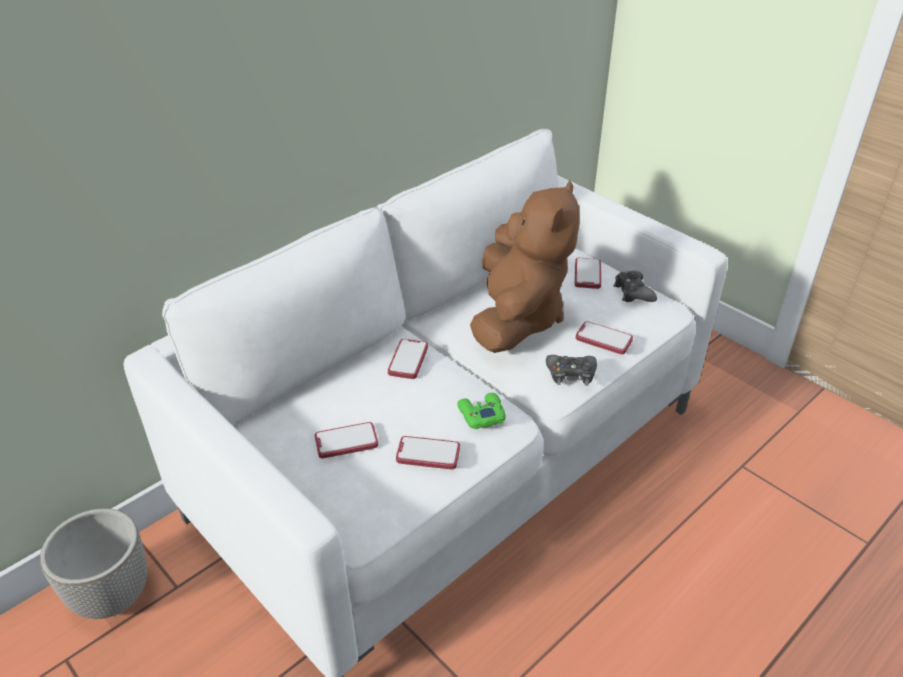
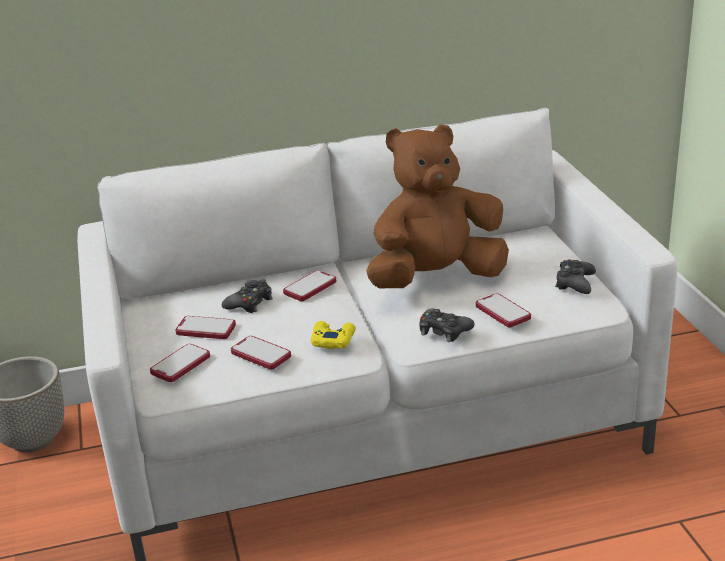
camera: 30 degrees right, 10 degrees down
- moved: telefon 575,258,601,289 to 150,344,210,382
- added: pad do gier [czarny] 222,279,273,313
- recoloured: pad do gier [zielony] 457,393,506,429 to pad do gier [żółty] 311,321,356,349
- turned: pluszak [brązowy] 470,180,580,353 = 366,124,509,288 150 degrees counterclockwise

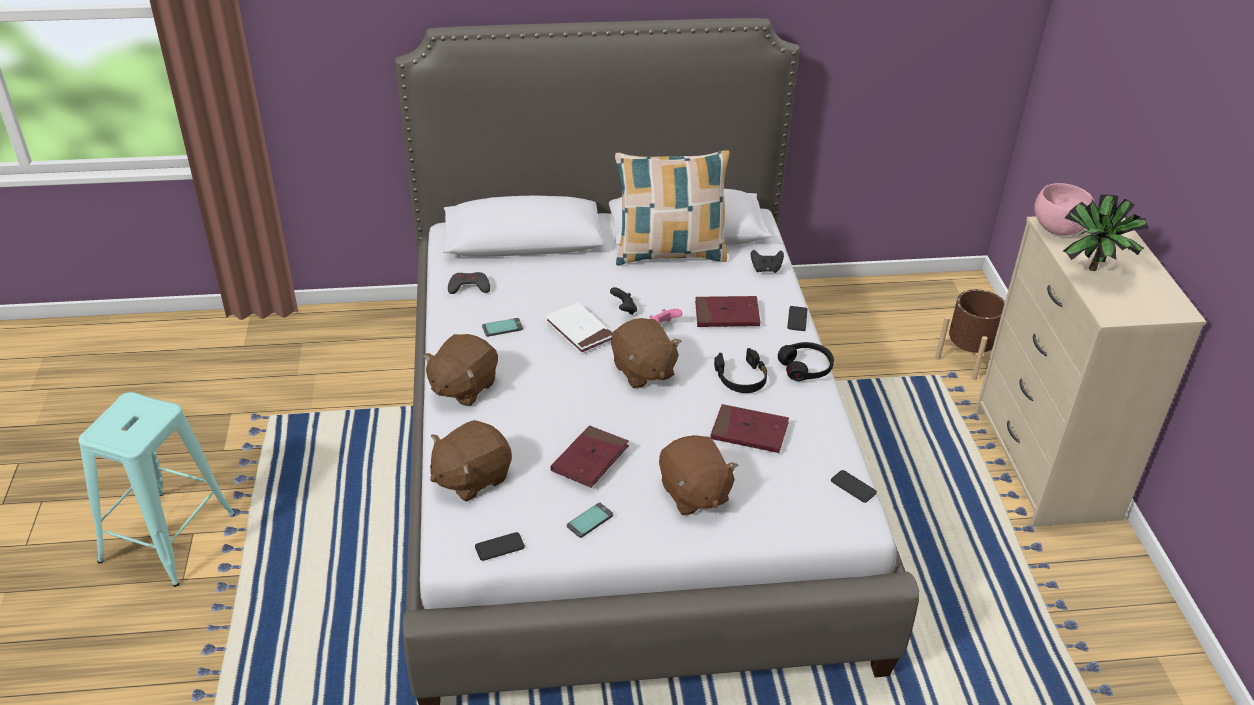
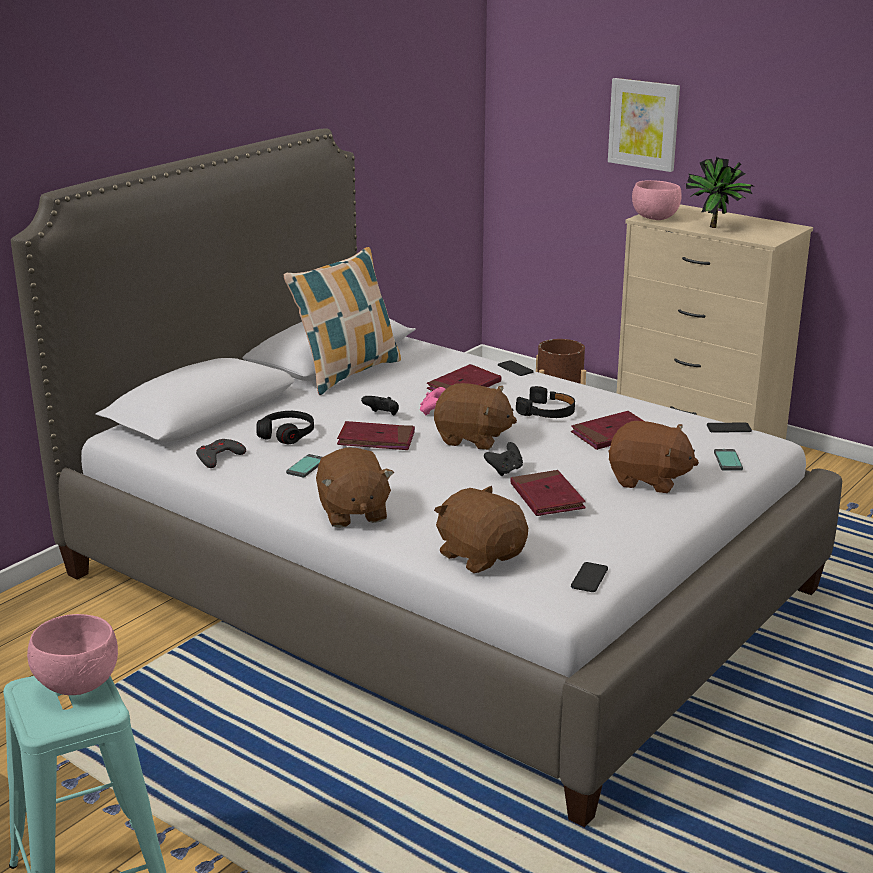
camera: 45 degrees left, 15 degrees down
- added: miska [różowy] 27,614,118,695
- moved: słuchawki [czarny] 778,342,834,381 to 256,411,314,444
- recoloured: książka [biały] 545,303,613,354 to książka [czerwony] 337,421,415,450
- turned: pluszak [brązowy] 430,420,512,502 = 434,485,528,573 135 degrees clockwise
- moved: pad do gier [czarny] 751,250,784,273 to 484,442,523,476
- added: obraz 608,78,680,172
- moved: telefon 567,503,613,538 to 714,449,743,471

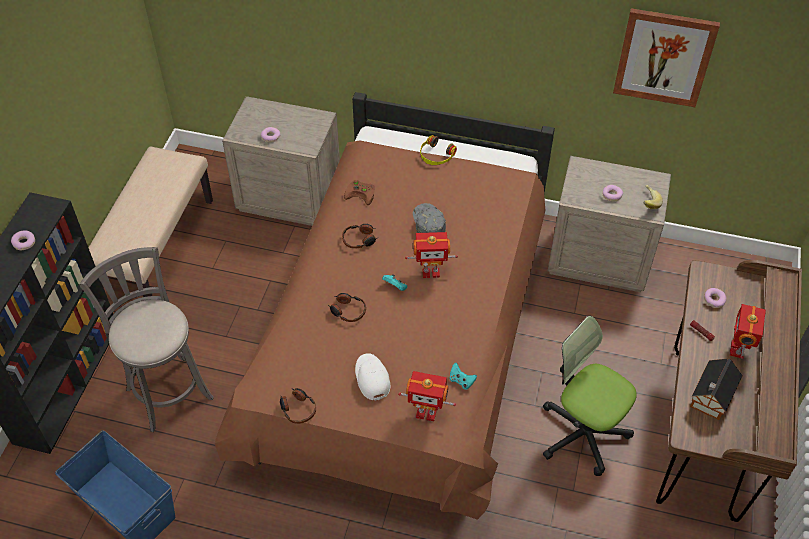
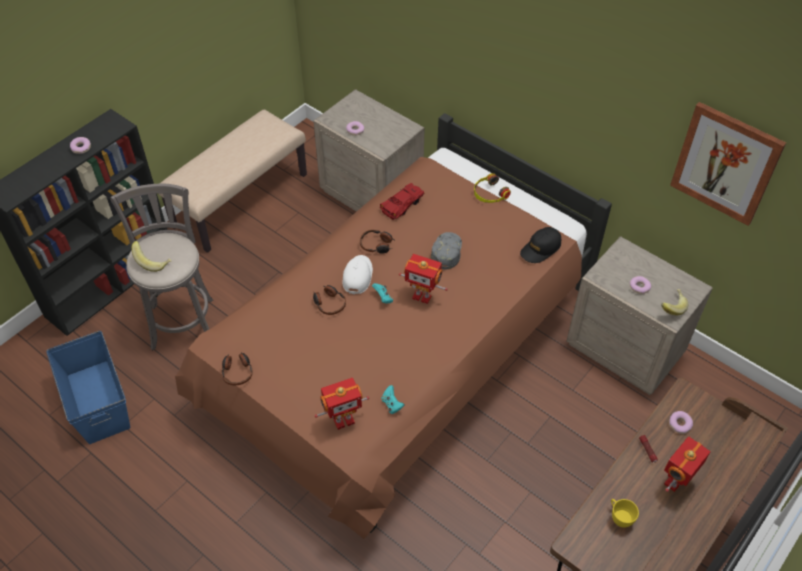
camera: 25 degrees right, 0 degrees up
- added: banan 131,241,171,272
- turned: robot zabawkowy 398,371,456,422 = 315,378,369,430 60 degrees counterclockwise
- moved: czapka z daszkiem [biały] 355,353,390,401 to 343,255,373,294
- replaced: pad do gier [brązowy] 344,180,375,205 to samochodzik [czerwony] 380,183,424,220
- added: czapka z daszkiem [czarny] 520,227,561,263
- replaced: domek 690,358,743,420 to filiżanka [żółty] 611,499,639,528
- removed: krzesło biurowe 543,316,637,476

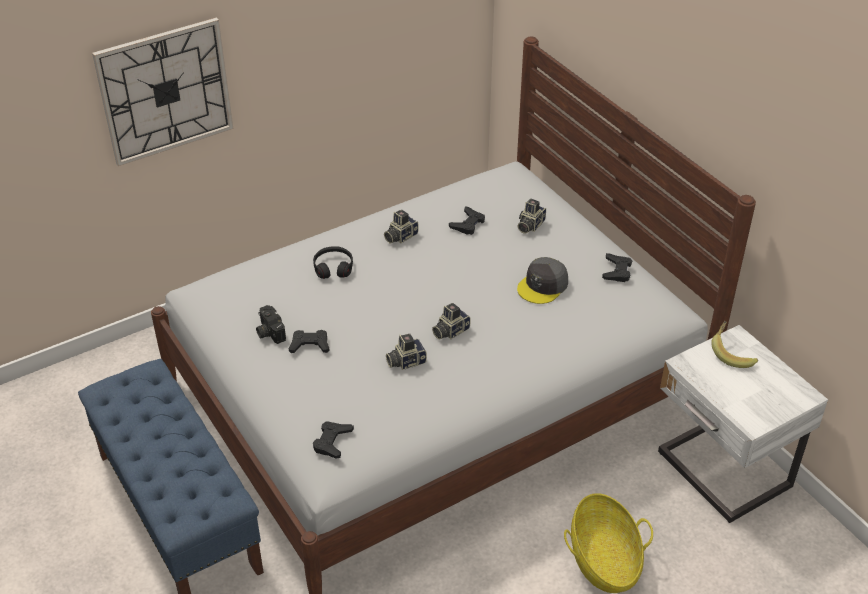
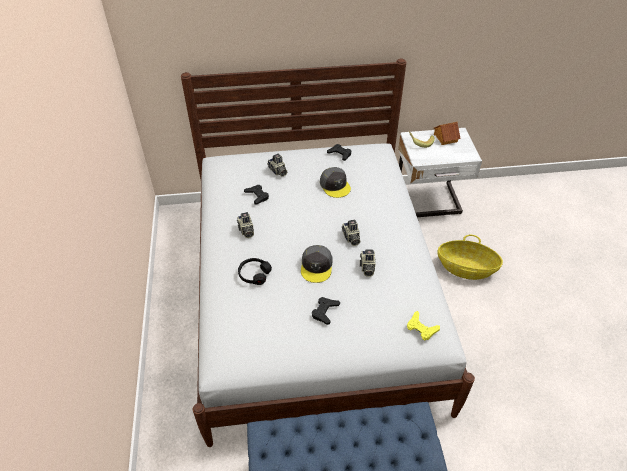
camera: 65 degrees left, 5 degrees up
- added: czapka z daszkiem [szary] 301,245,333,283
- recoloured: pad do gier [czarny] 313,421,354,459 to pad do gier [żółty] 407,311,440,341
- added: domek 434,122,461,145
- removed: zegar ścienny 92,18,233,166
- removed: aparat fotograficzny 256,305,286,344

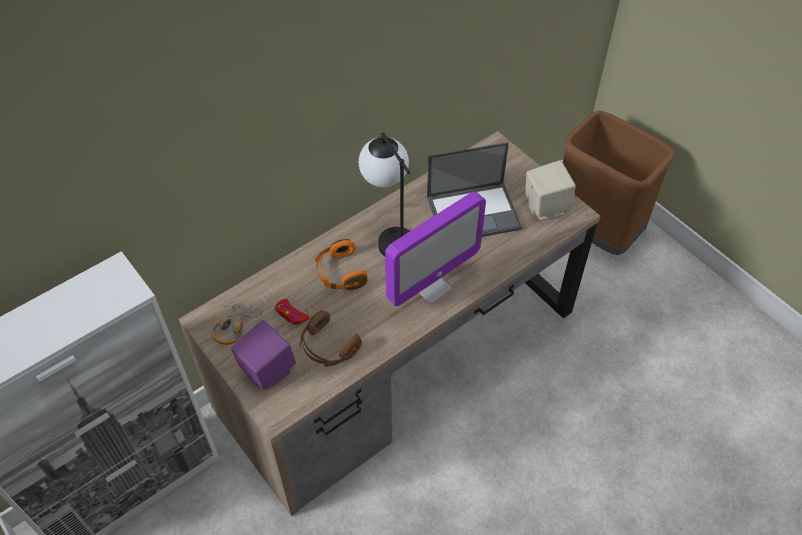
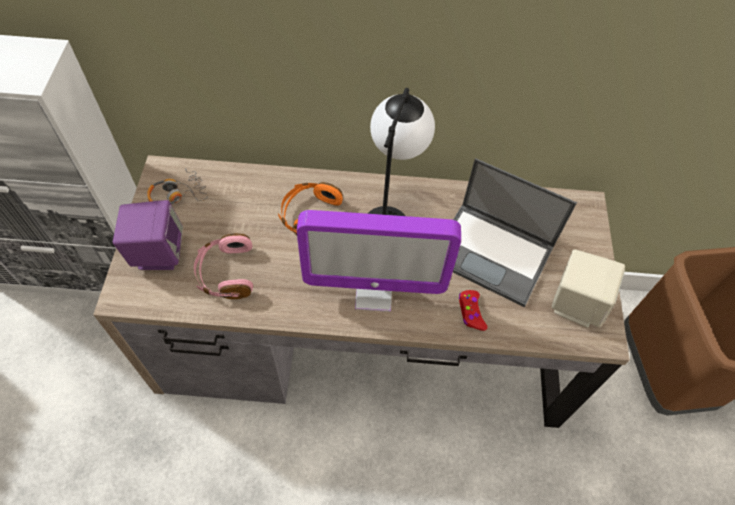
camera: 40 degrees right, 5 degrees up
- recoloured: słuchawki [brązowy] 300,311,362,367 to słuchawki [różowy] 194,233,253,299
- moved: pad do gier [czerwony] 275,299,310,325 to 459,290,487,331

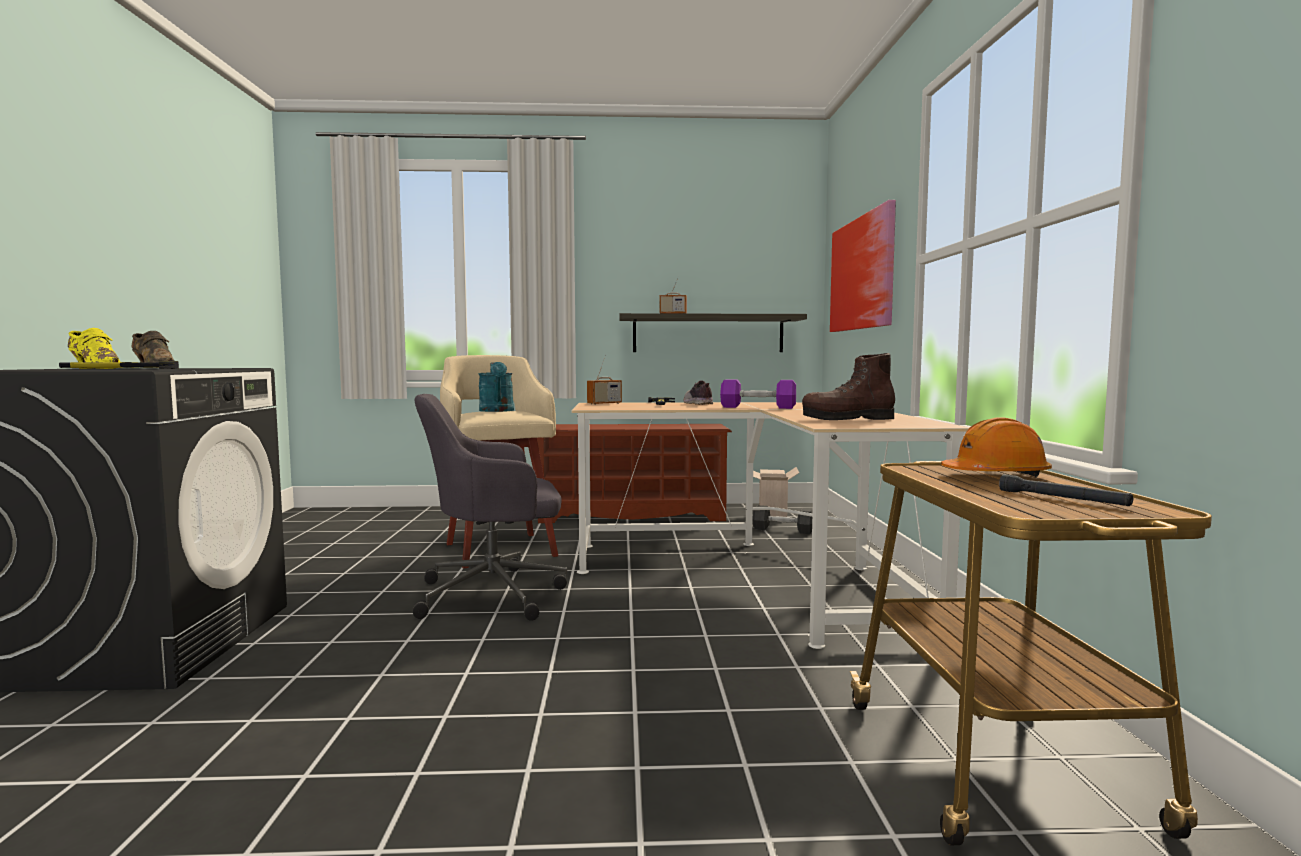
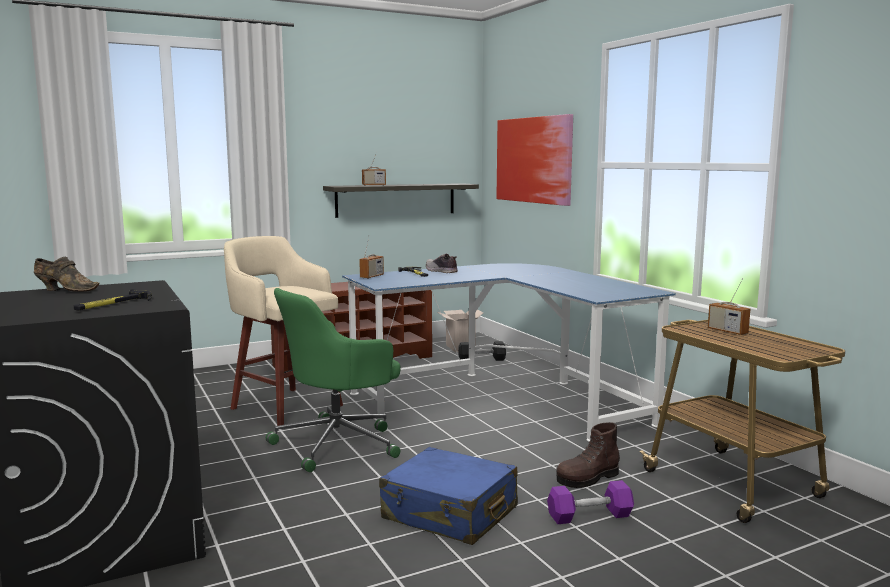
camera: 25 degrees left, 5 degrees up
- recoloured: krzesło biurowe [szary] 413,394,567,621 to krzesło biurowe [zielony] 266,288,401,472
- recoloured: biurko [beżowy] 571,402,970,649 to biurko [niebieski] 342,263,676,442
- added: walizka [niebieski] 379,447,518,545
- moved: hantel [fioletowy] 720,379,796,409 to 547,480,634,524
- moved: but z cholewką [brązowy] 802,353,895,420 to 556,422,620,488
- replaced: kask [pomarańczowy] 941,417,1052,477 to radio 708,278,750,335
- removed: but [żółty] 68,328,120,369
- removed: konewka [turkusowy] 478,362,514,412
- removed: latarka [czarny] 999,474,1133,506

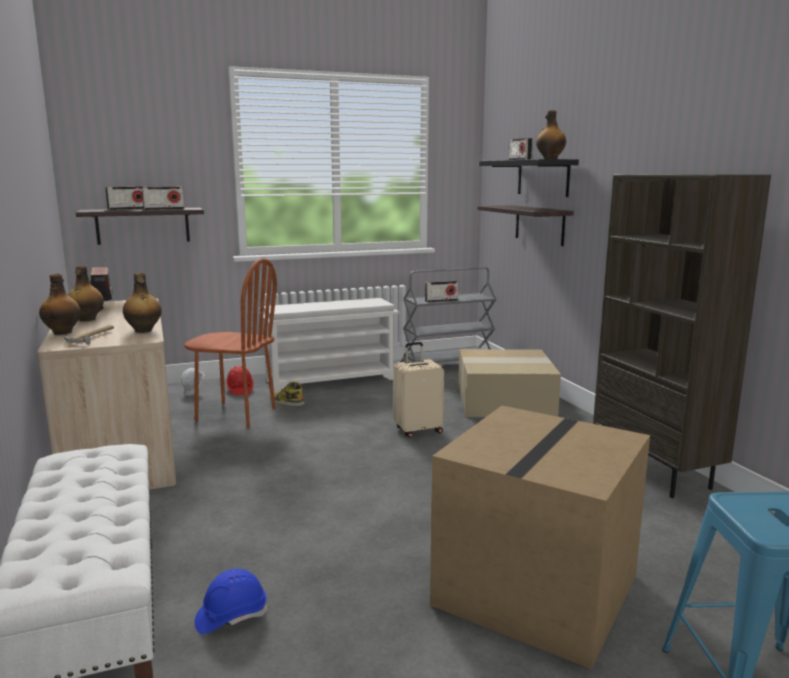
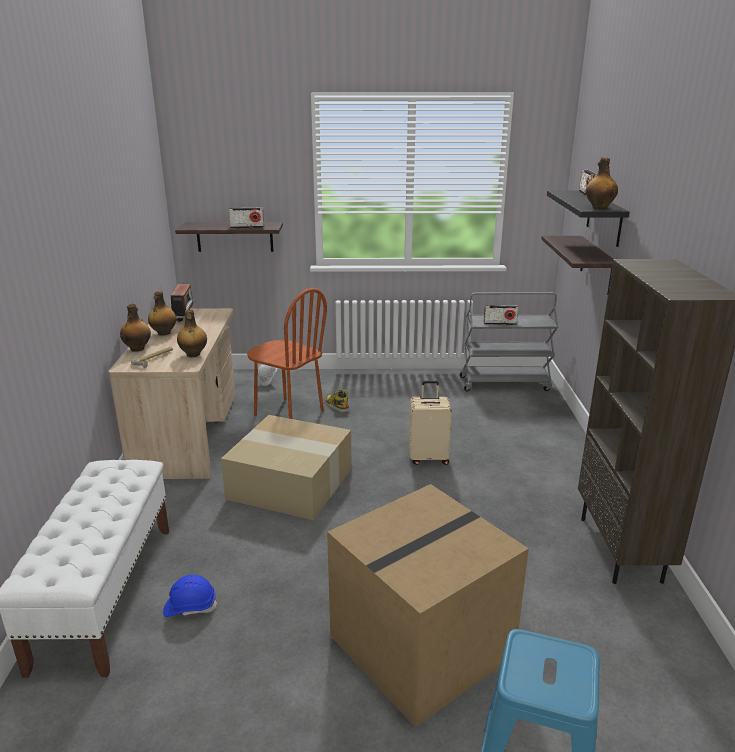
camera: 20 degrees right, 10 degrees up
- moved: karton 458,349,561,417 to 221,415,352,520
- removed: radio 105,187,144,210
- removed: kask [czerwony] 226,366,253,395
- removed: regał na buty [biały] 259,298,399,393

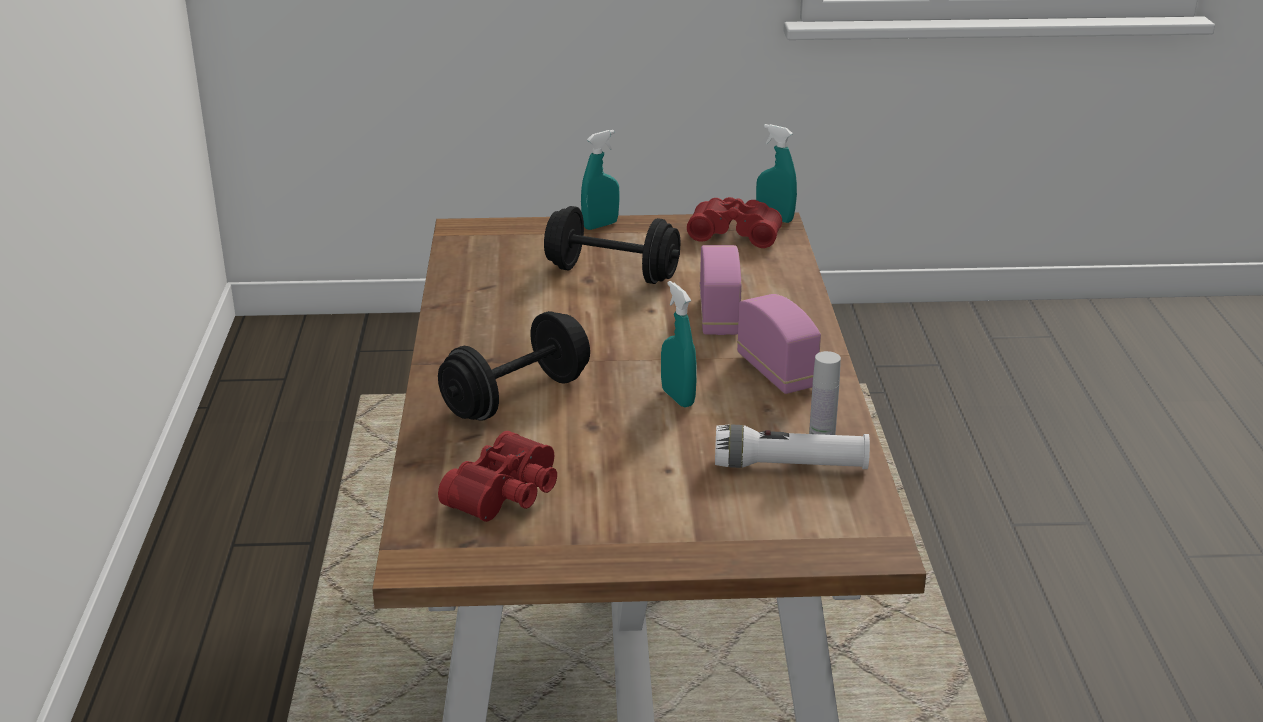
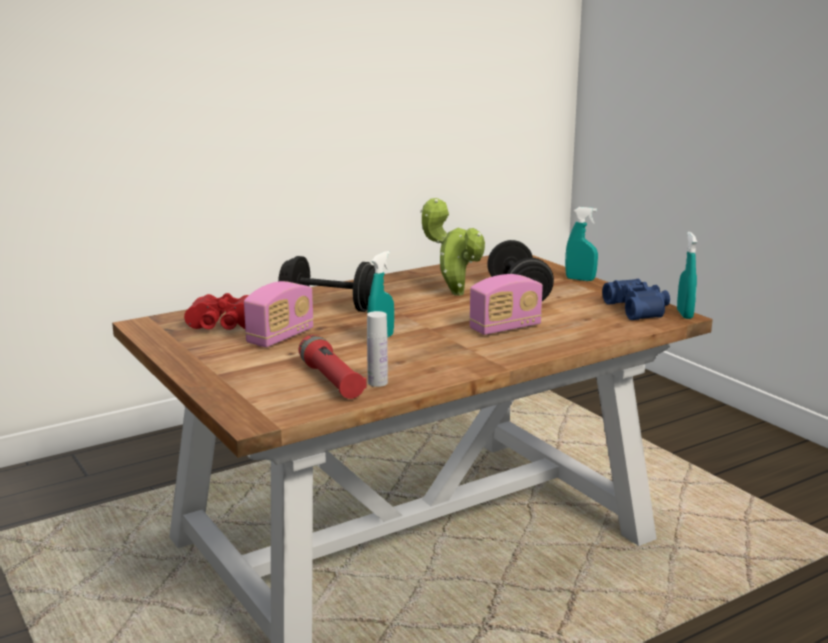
camera: 60 degrees right, 10 degrees down
- moved: radio 737,294,821,394 to 244,281,314,347
- recoloured: latarka [biały] 715,424,870,469 to latarka [czerwony] 299,335,366,399
- added: roślina doniczkowa 420,198,485,296
- recoloured: lornetka [czerwony] 687,197,782,248 to lornetka [niebieski] 602,279,670,320

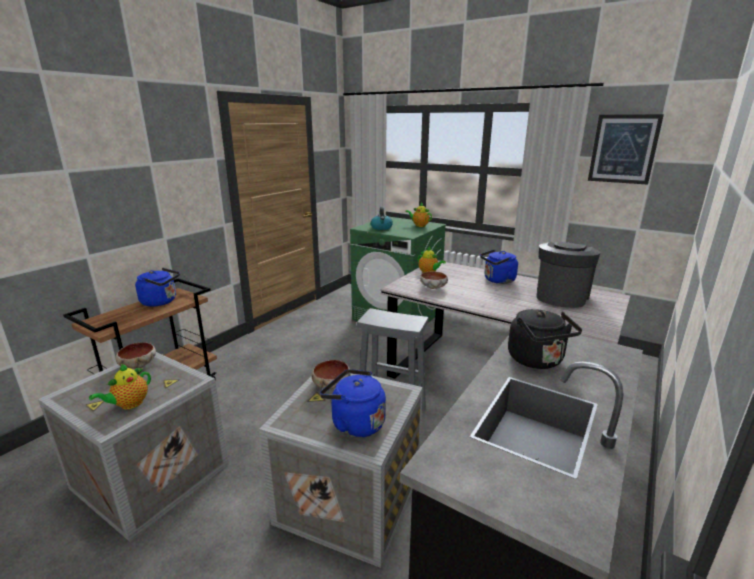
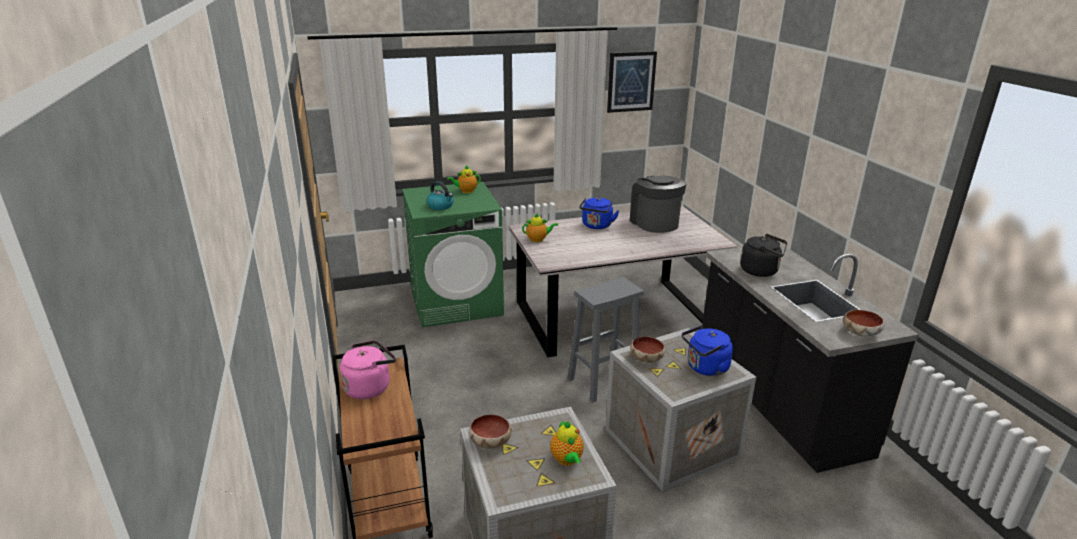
camera: 50 degrees left, 5 degrees up
- recoloured: czajnik [niebieski] 135,268,180,307 to czajnik [różowy] 340,340,396,399
- moved: miska 420,271,448,289 to 843,310,884,336

